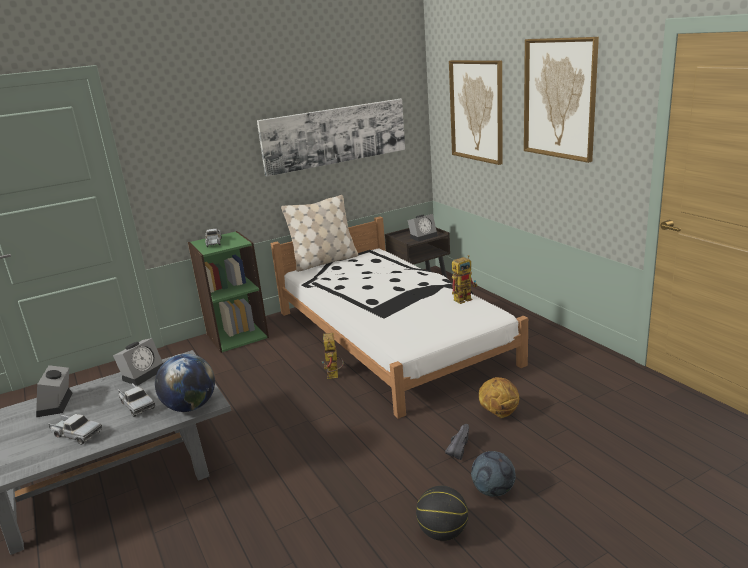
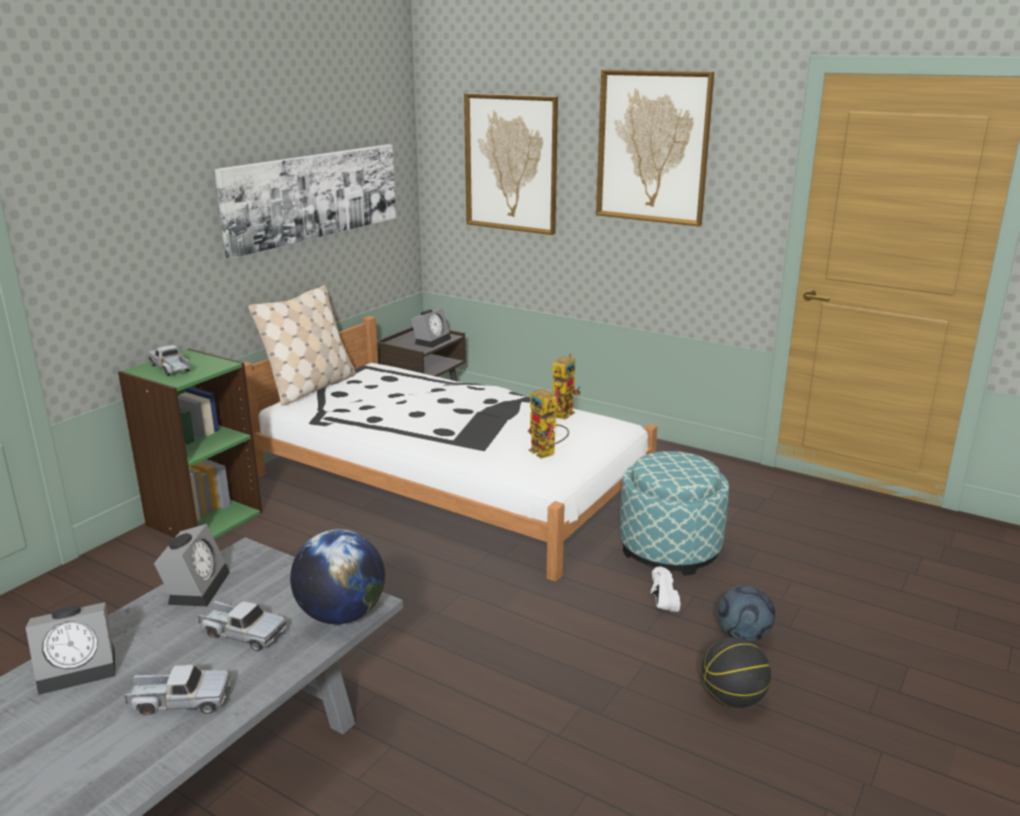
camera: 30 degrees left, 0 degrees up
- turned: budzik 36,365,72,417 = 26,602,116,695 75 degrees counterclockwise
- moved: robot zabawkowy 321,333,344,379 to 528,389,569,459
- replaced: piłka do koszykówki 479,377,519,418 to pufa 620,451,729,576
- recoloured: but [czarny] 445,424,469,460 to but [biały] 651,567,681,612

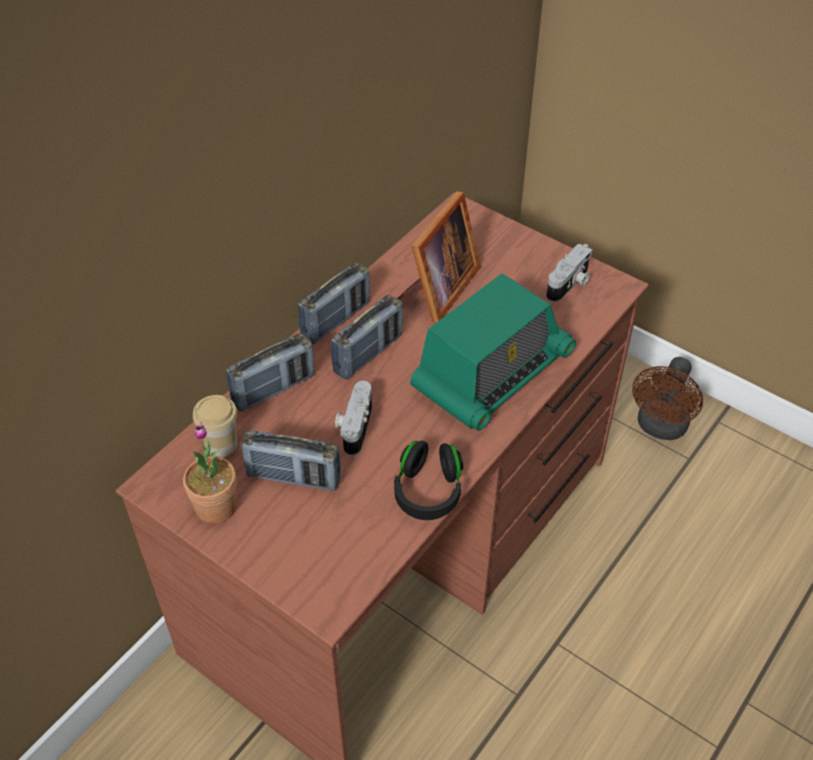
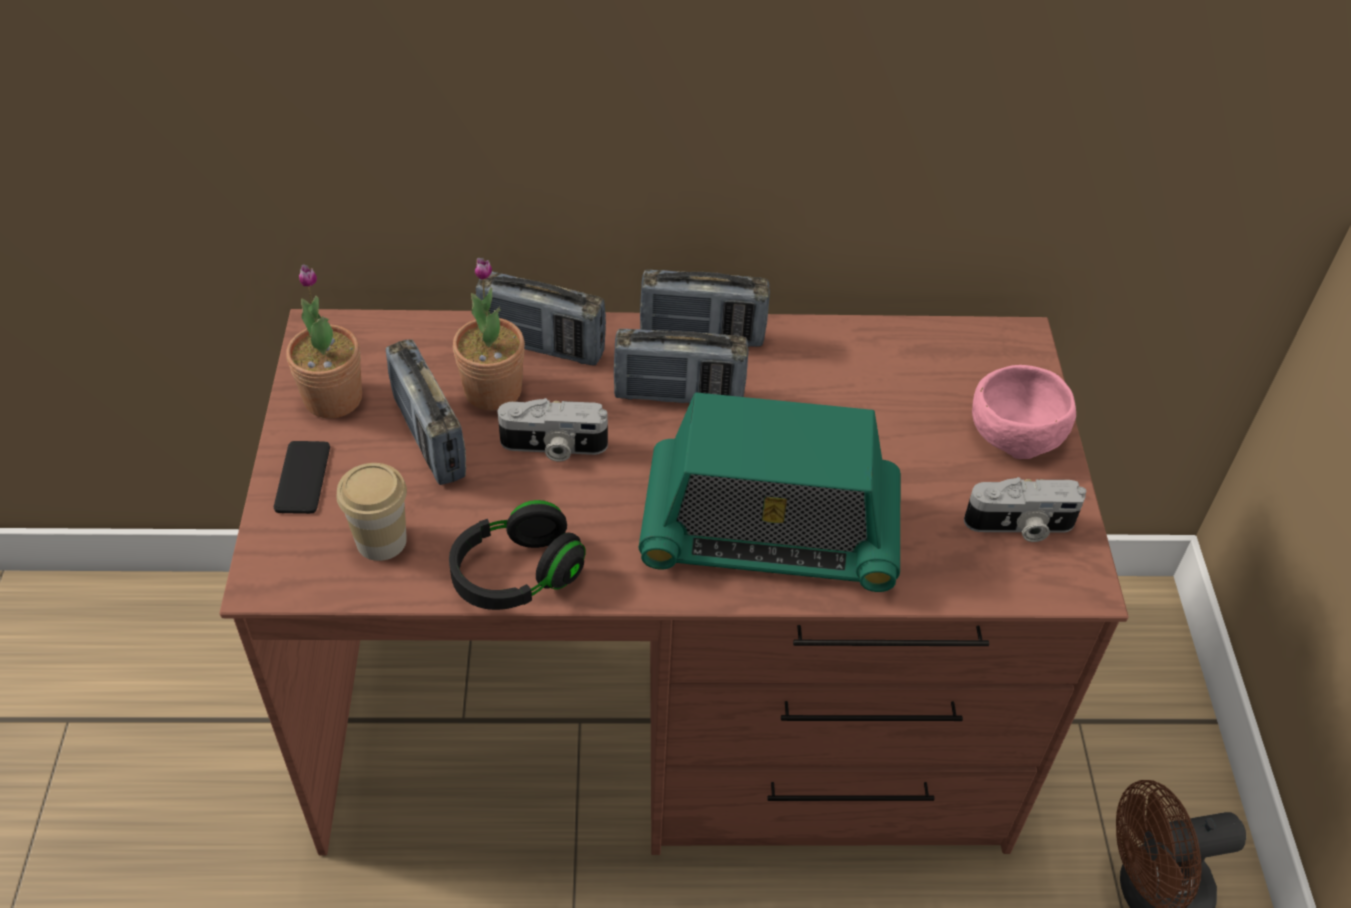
camera: 50 degrees right, 0 degrees up
- added: telefon 274,441,330,514
- moved: filiżanka 193,395,237,457 to 336,463,407,561
- added: roślina doniczkowa 453,258,525,410
- turned: aparat fotograficzny 335,381,372,456 = 498,398,608,462 150 degrees counterclockwise
- added: miska [różowy] 972,365,1076,459
- removed: ramka na zdjęcie 398,191,481,323

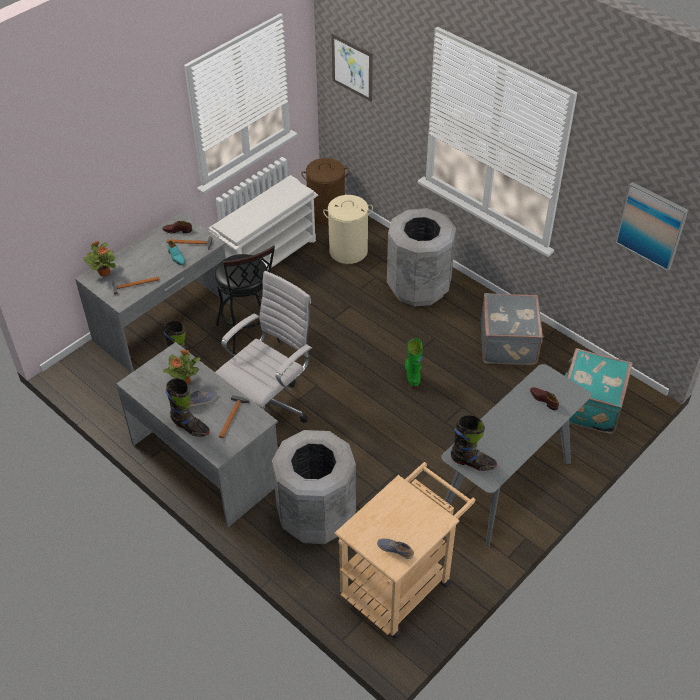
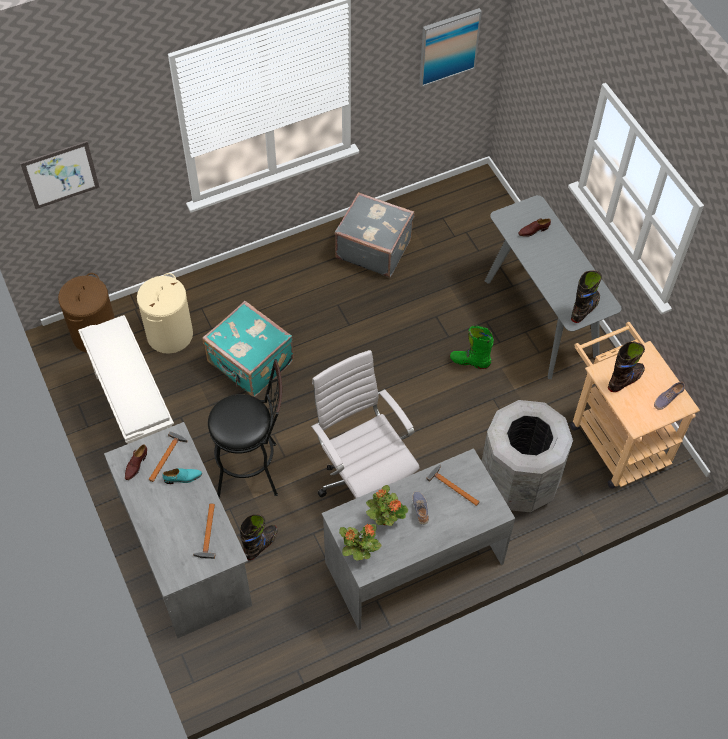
camera: 70 degrees left, 10 degrees up
- moved: walizka [turkusowy] 565,348,633,434 to 202,301,294,397
- moved: roślina doniczkowa 83,241,116,276 to 339,524,382,561
- moved: but z cholewką [zielony] 405,338,423,388 to 450,326,494,369
- moved: but z cholewką [czarny] 166,378,210,437 to 608,342,645,392
- removed: kosz na śmieci [szary] 387,208,456,306

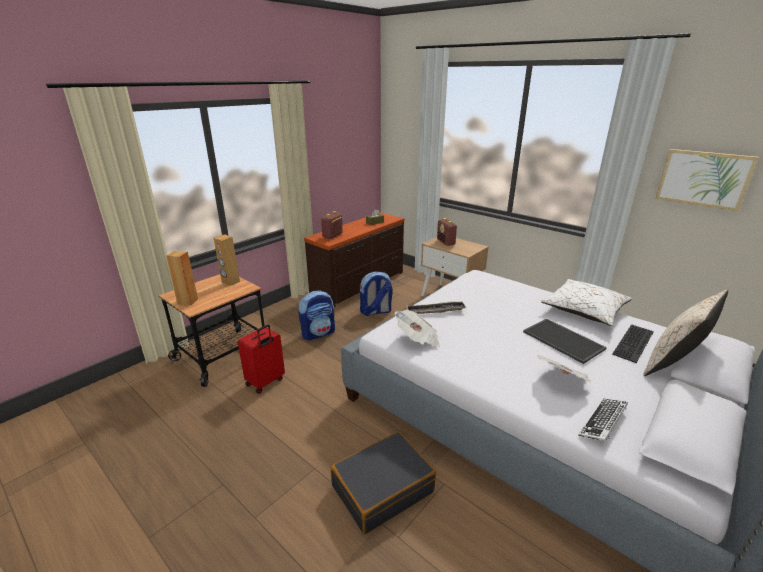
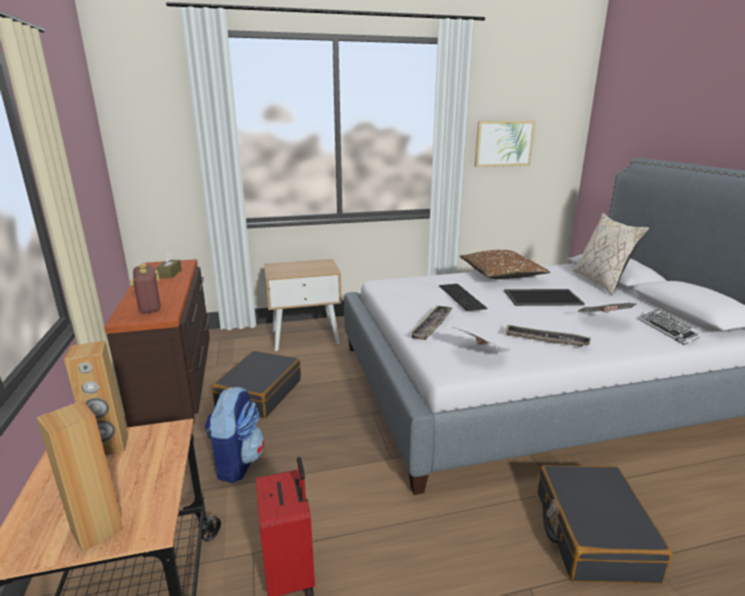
camera: 55 degrees left, 5 degrees down
- replaced: plecak 360,271,392,316 to walizka [czarny] 212,351,301,419
- moved: klawiatura 612,324,654,363 to 439,284,487,311
- recoloured: poduszka [biały] 541,279,632,326 to poduszka [brązowy] 460,250,550,279
- added: taca 505,324,590,347
- removed: radio 437,218,458,246

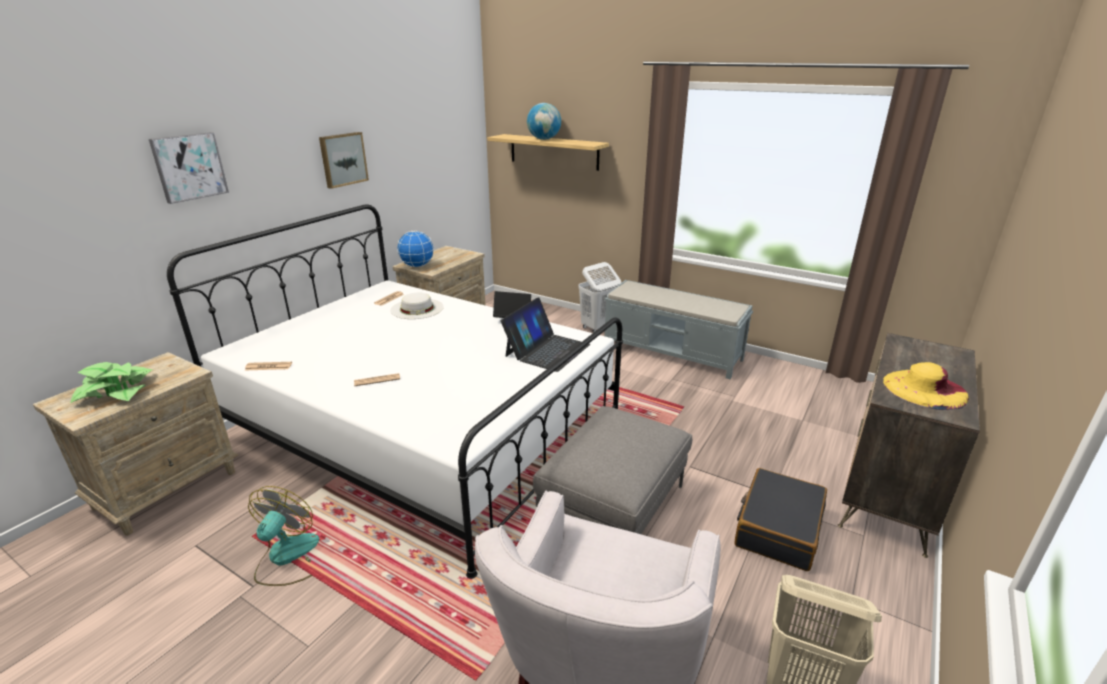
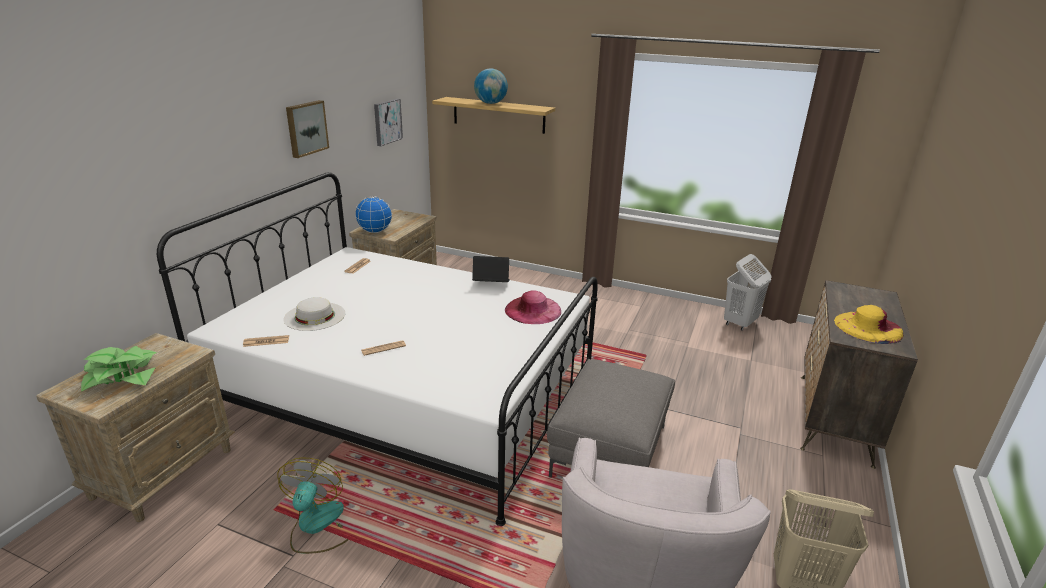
camera: 10 degrees left, 0 degrees up
- moved: kapelusz [biały] 390,293,444,319 to 284,297,345,331
- moved: obraz 149,132,229,204 to 374,99,403,146
- replaced: laptop 501,297,590,372 to kapelusz [różowy] 505,290,561,324
- moved: kosz na pranie [biały] 578,262,621,333 to 724,254,772,331
- removed: ławka [szary] 605,280,753,379
- removed: walizka [czarny] 734,468,827,571

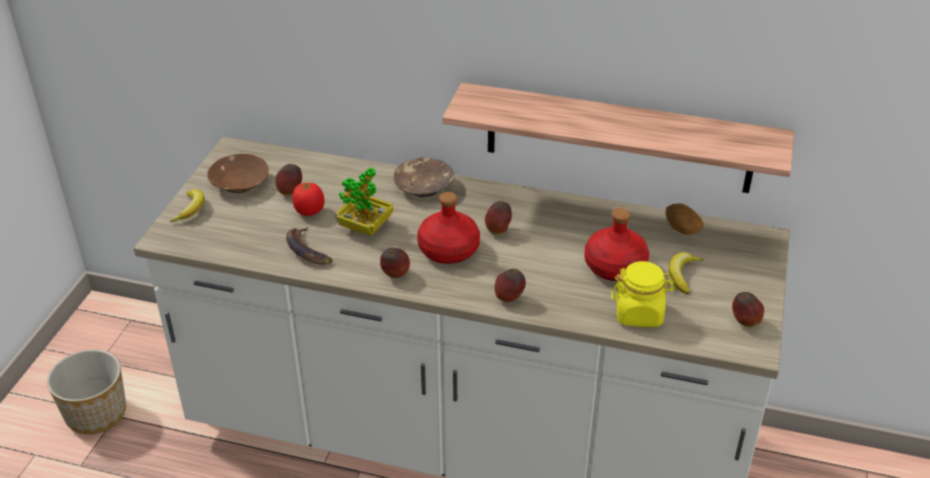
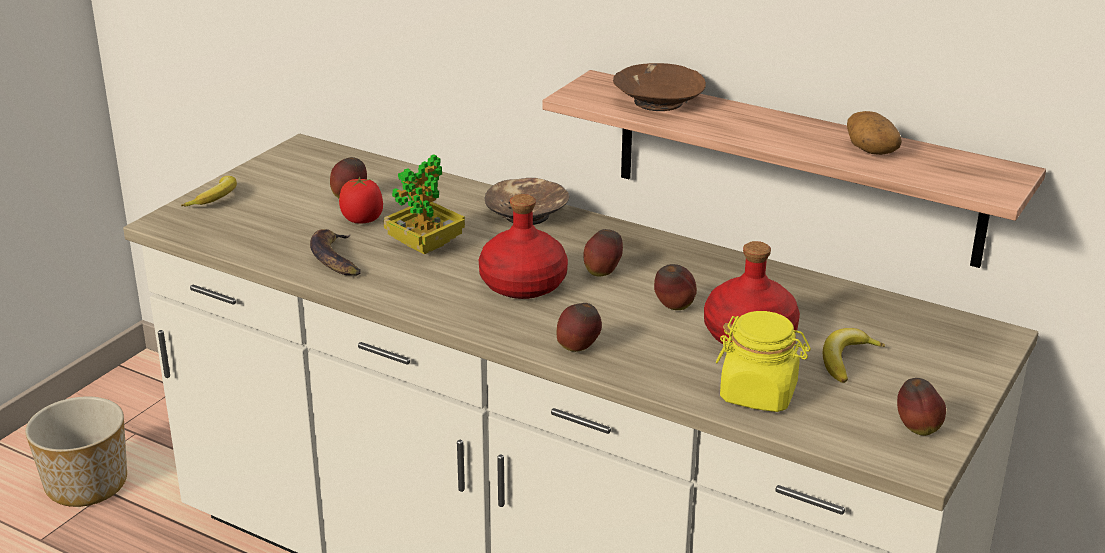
camera: 15 degrees right, 10 degrees down
- moved: miska [brązowy] 207,154,269,193 to 613,63,706,111
- moved: jabłko 380,248,410,278 to 654,264,697,310
- moved: ziemniak 665,203,704,235 to 847,111,902,155

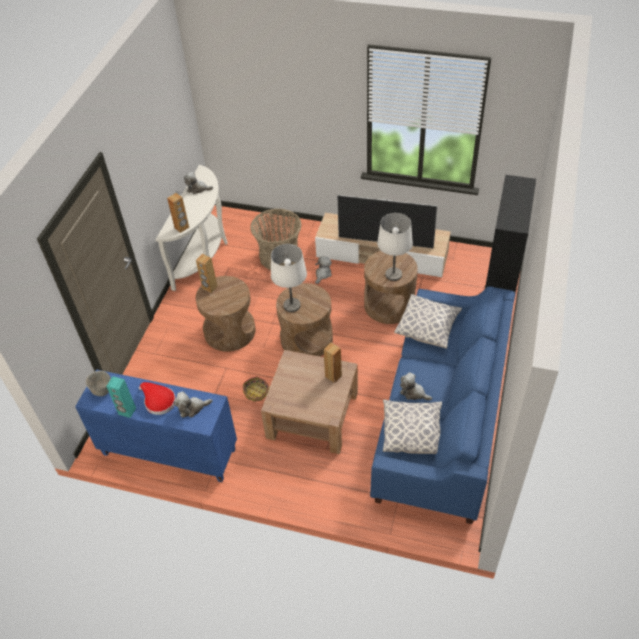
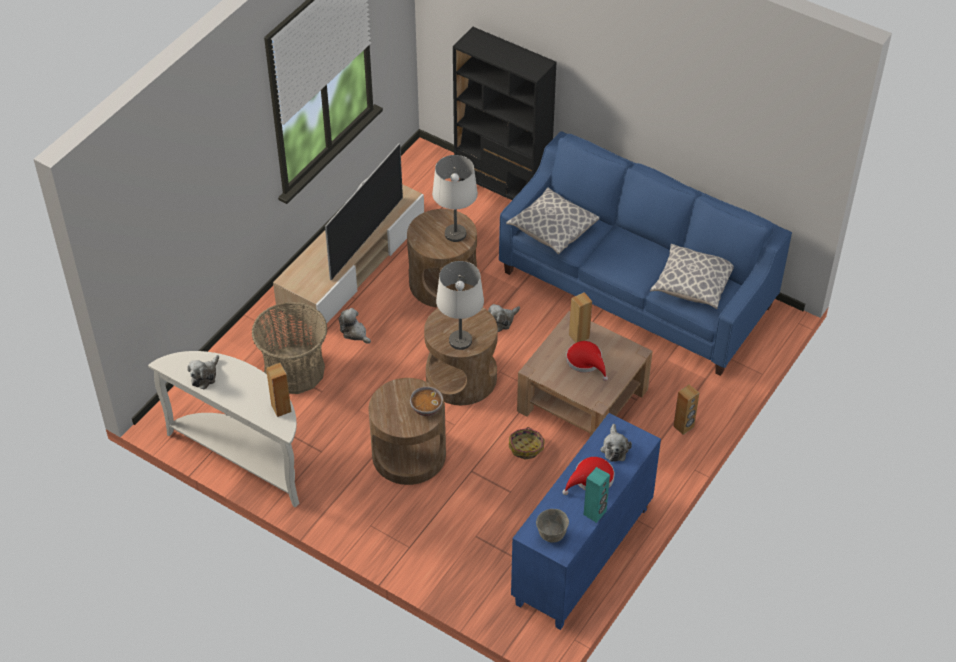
camera: 75 degrees left, 0 degrees up
- added: miska 410,387,443,416
- moved: pluszak 400,372,432,400 to 488,304,520,332
- added: kapelusz [czerwony] 566,341,608,381
- moved: głośnik [brązowy] 196,254,218,293 to 673,385,699,435

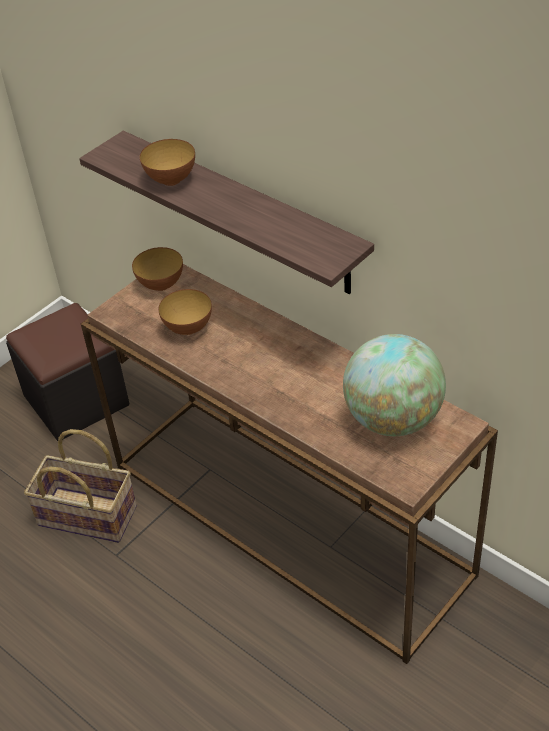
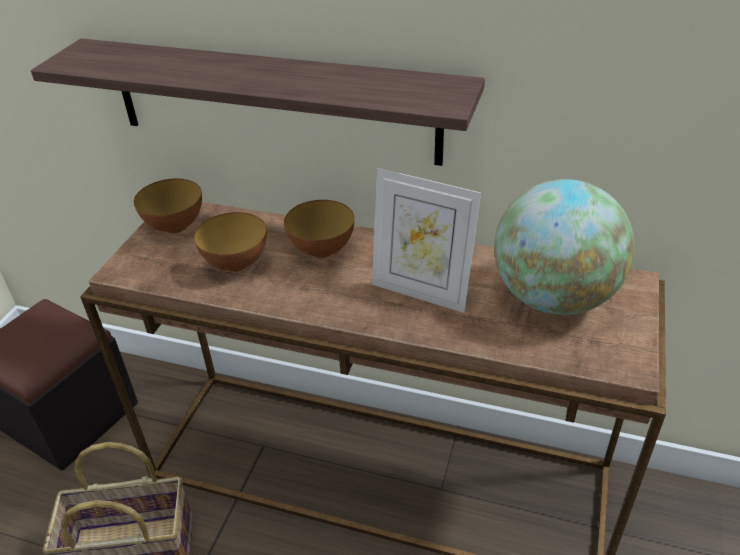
camera: 25 degrees left, 5 degrees down
- moved: miska 140,139,195,186 to 284,200,355,258
- added: ramka na zdjęcie 371,168,481,313

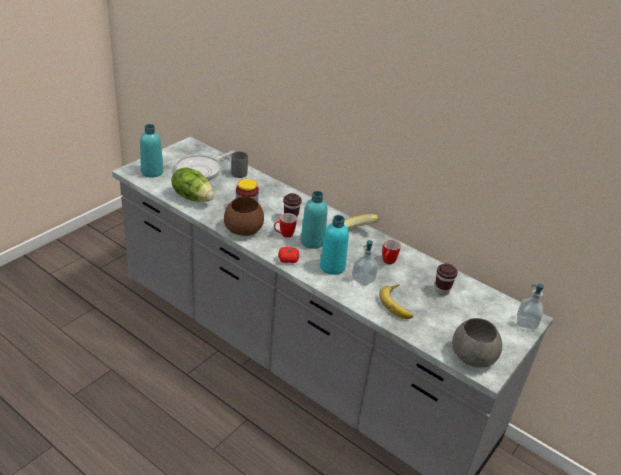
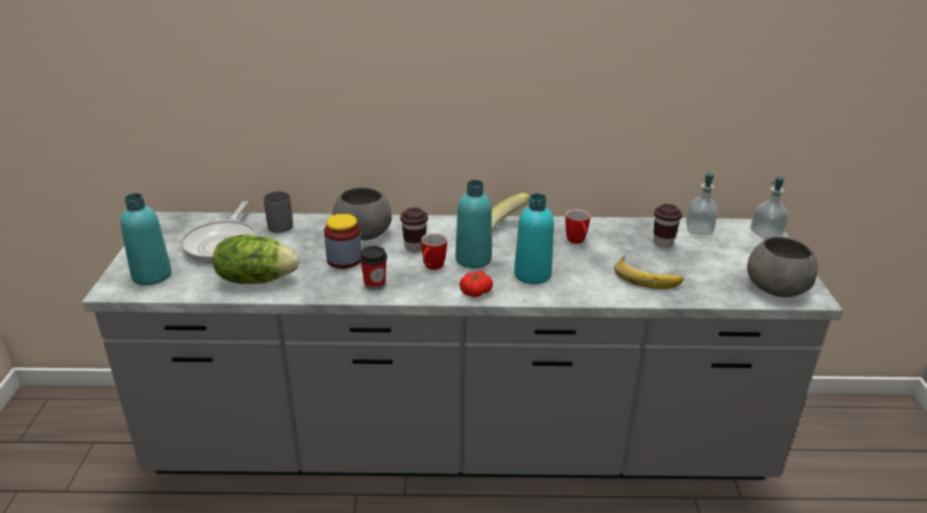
camera: 35 degrees left, 5 degrees down
- added: miska [szary] 332,187,392,240
- replaced: miska [brązowy] 224,196,264,236 to filiżanka 360,246,387,290
- moved: dozownik mydła 352,240,378,286 to 686,173,718,235

